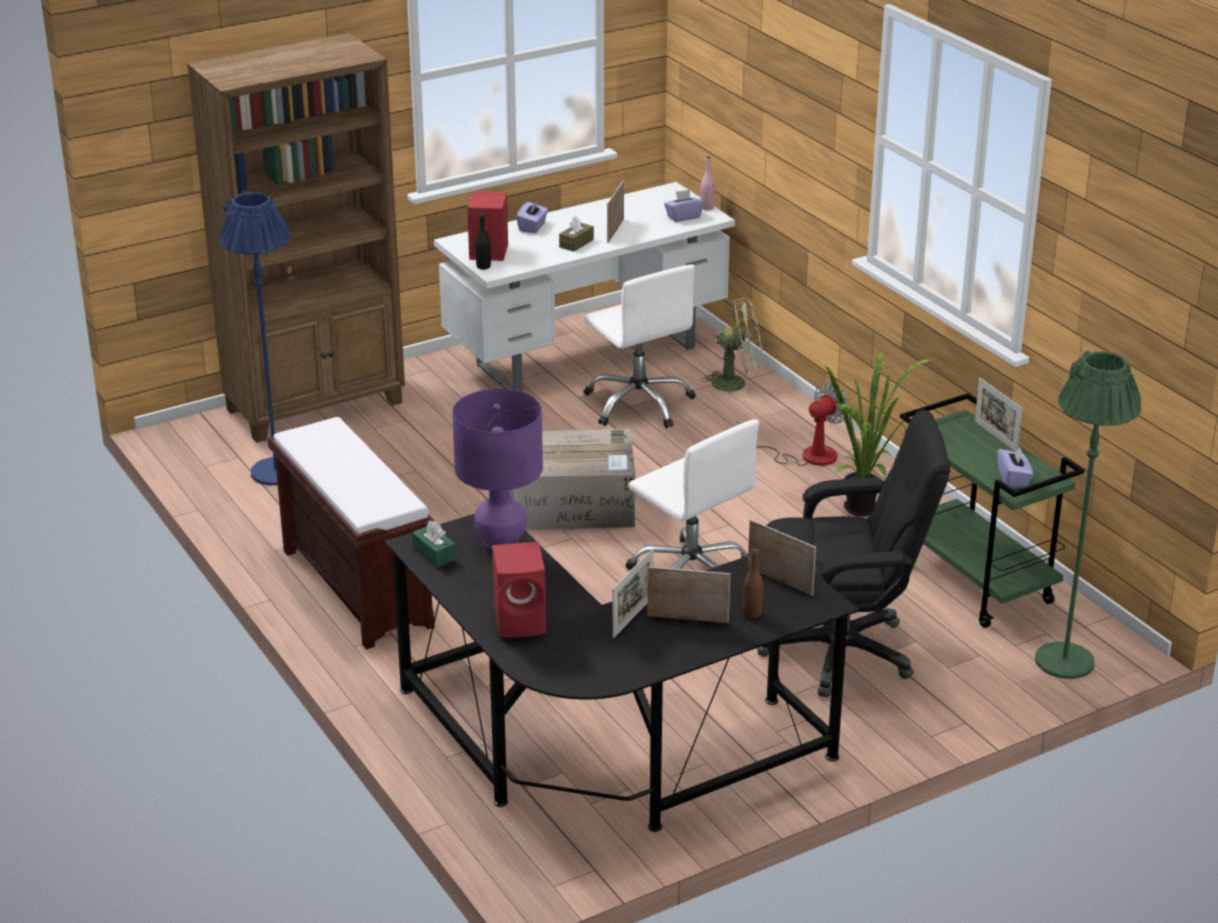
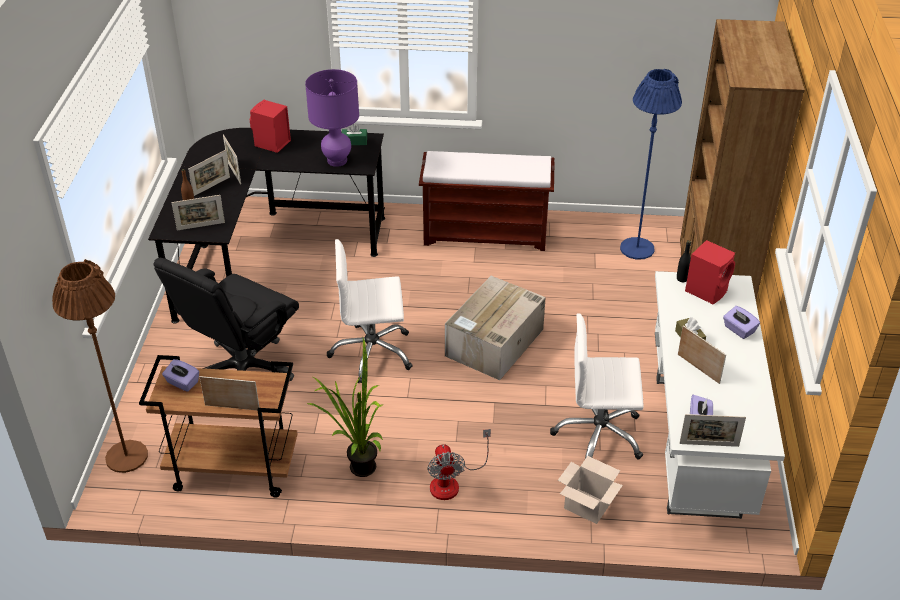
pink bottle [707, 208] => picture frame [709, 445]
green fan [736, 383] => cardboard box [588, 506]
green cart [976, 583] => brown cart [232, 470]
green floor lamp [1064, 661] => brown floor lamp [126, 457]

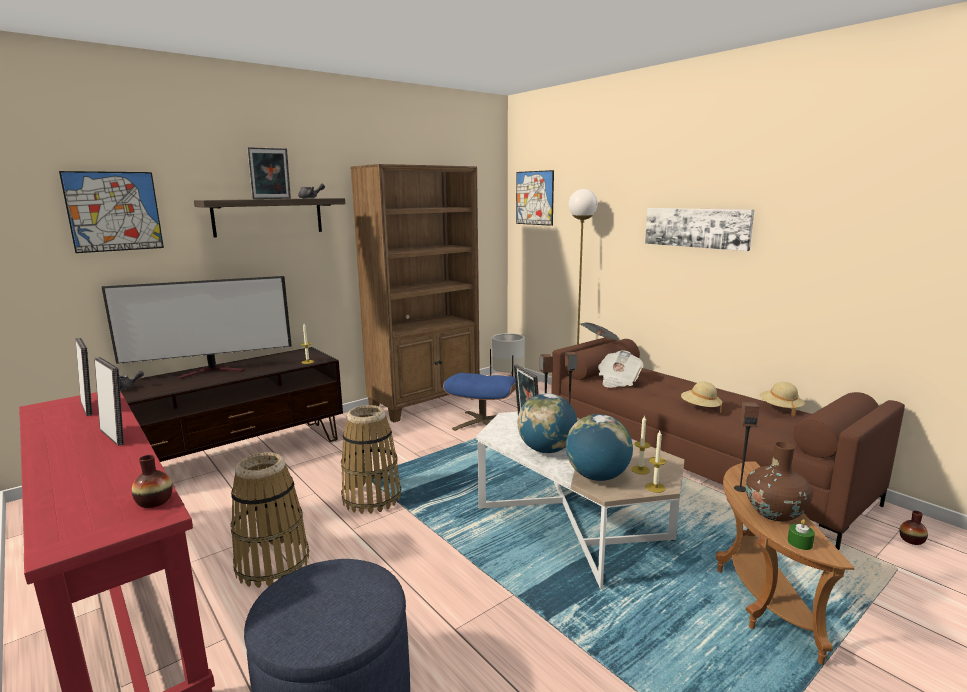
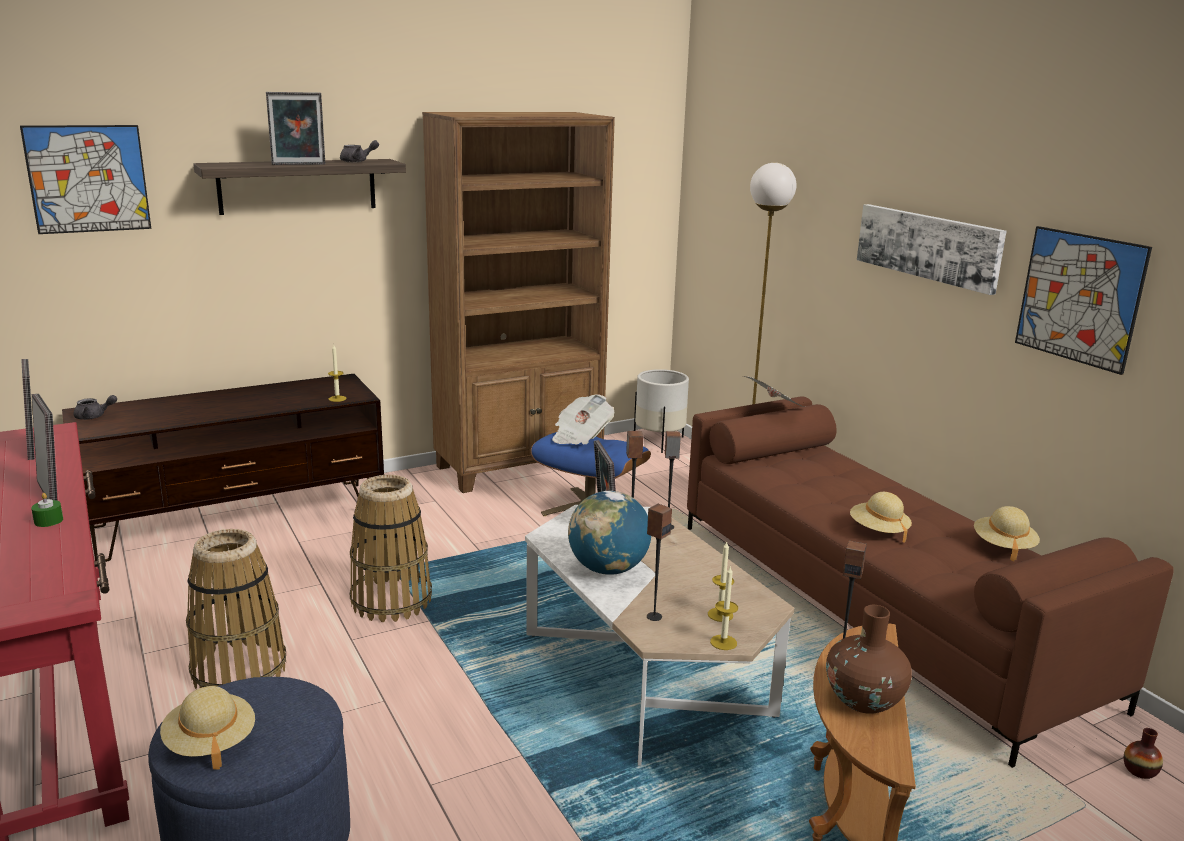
television [214, 371] => nothing
vase [154, 501] => nothing
nothing => beige hat [210, 742]
picture [534, 198] => picture [1079, 298], shifted
newspaper [618, 381] => newspaper [580, 436], shifted
green candle [799, 543] => green candle [48, 521], shifted
globe [597, 476] => speaker [654, 616]

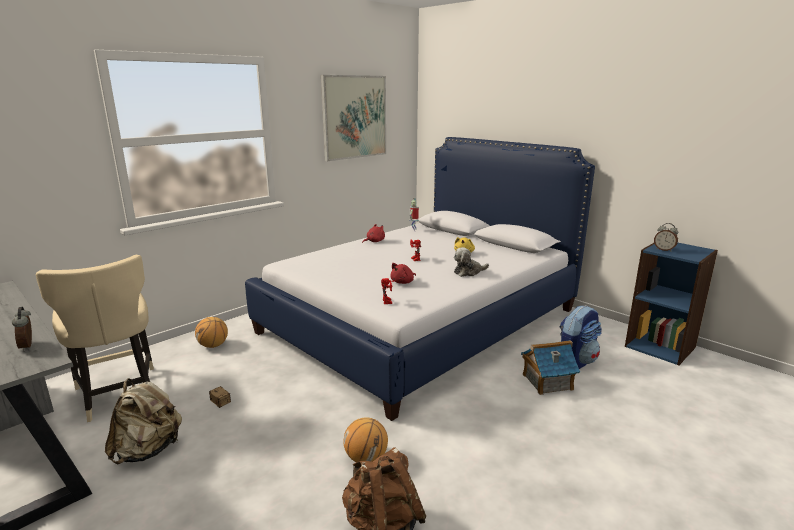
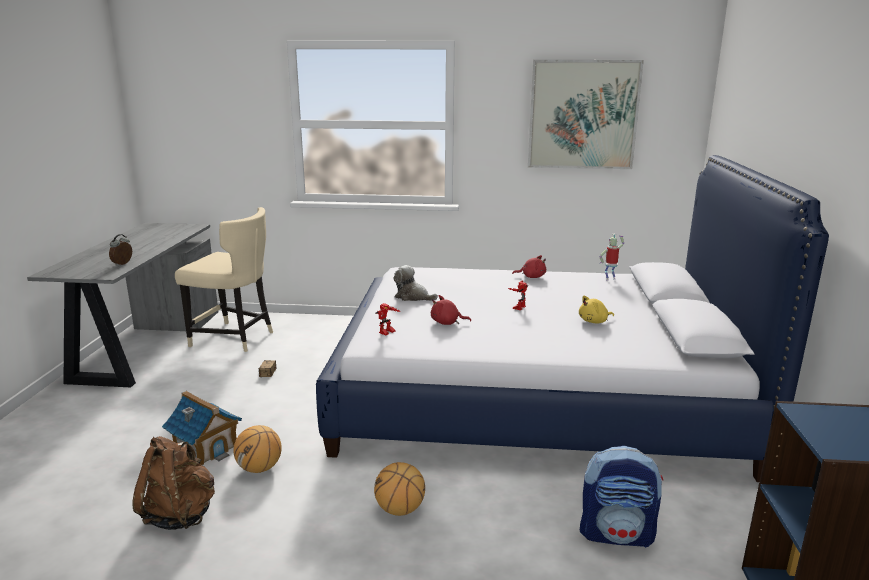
beige backpack [148, 450] => nothing
alarm clock [664, 250] => nothing
basketball [213, 346] => basketball [400, 509], shifted
plush toy [468, 272] => plush toy [413, 297], shifted
toy house [547, 382] => toy house [206, 447], shifted
beige chair [118, 395] => beige chair [234, 338], 90 degrees counterclockwise

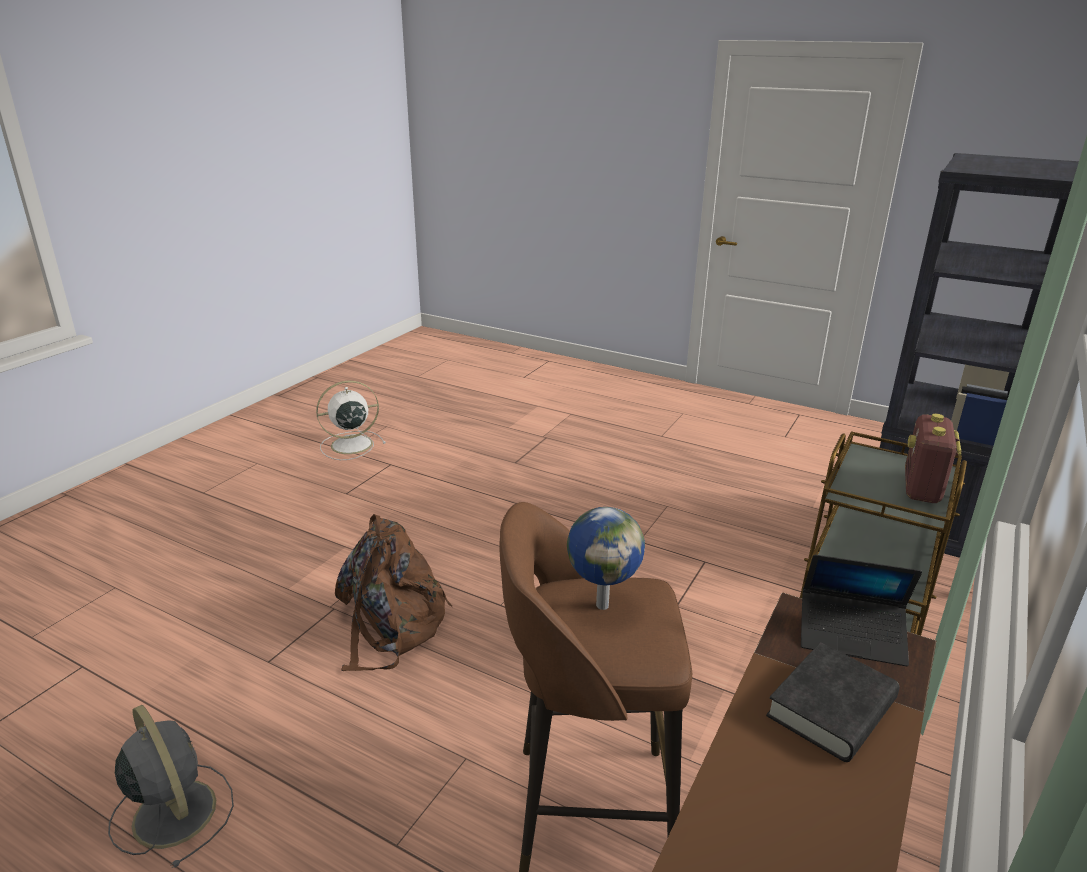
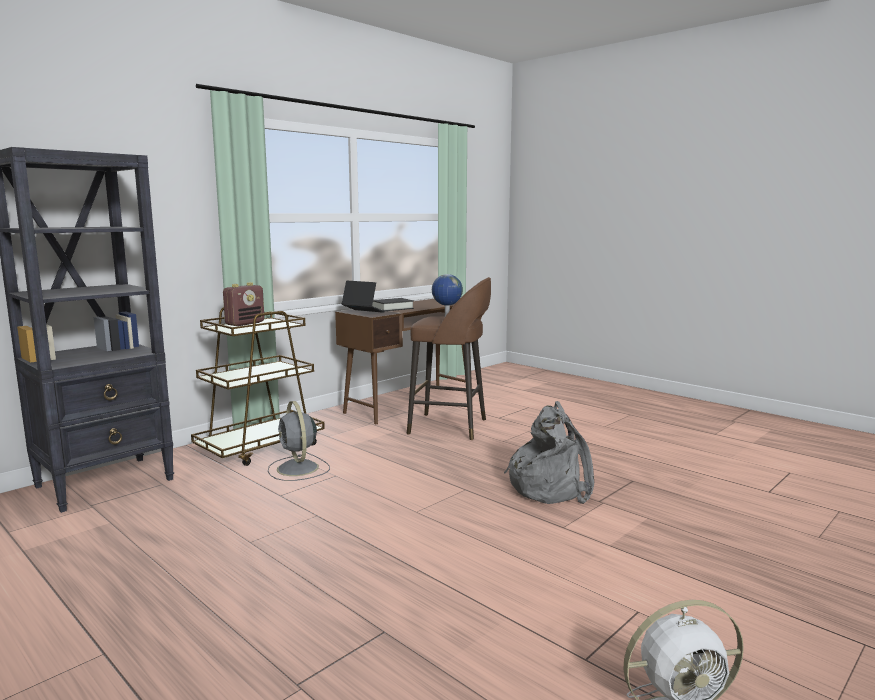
grey fan [173, 811] => grey fan [298, 469], shifted
brown backpack [391, 626] => grey backpack [550, 487]

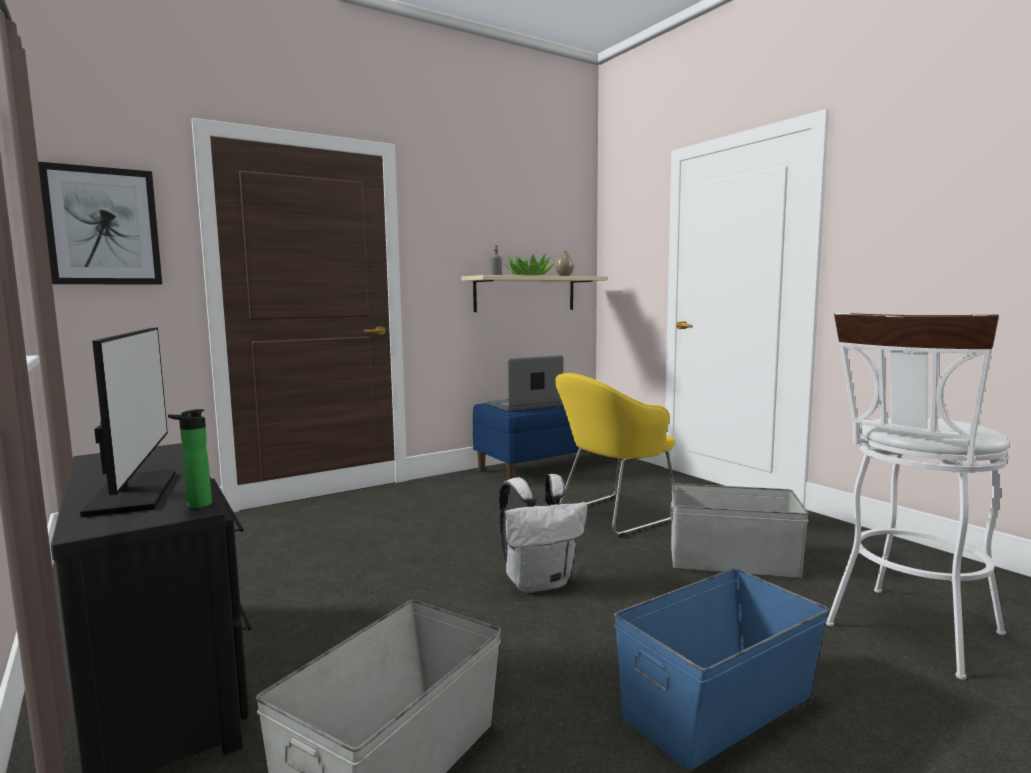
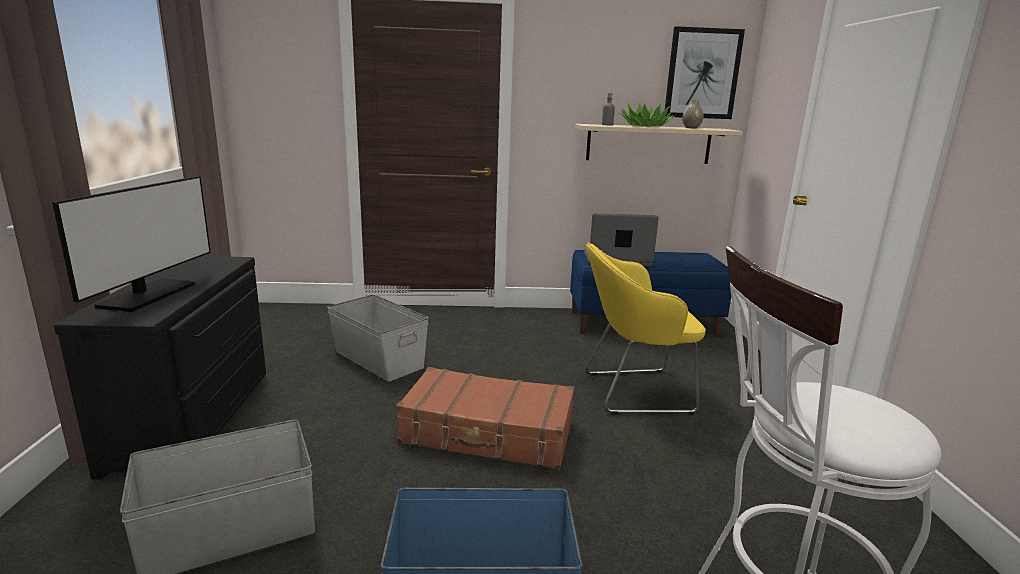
bottle [195, 505] => nothing
picture [103, 226] => picture [702, 74], shifted
grey storage box [733, 561] => grey storage box [378, 359], shifted
white backpack [539, 582] => brown suitcase [488, 434]

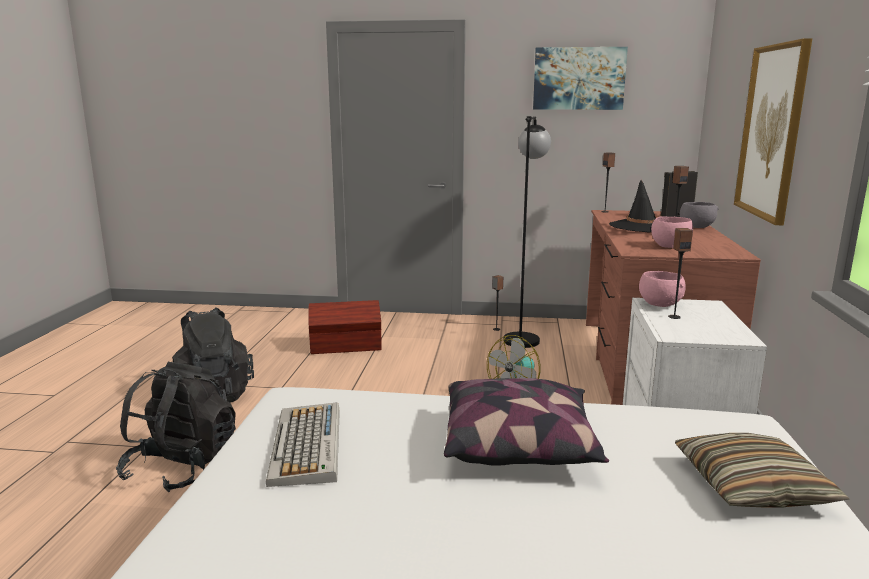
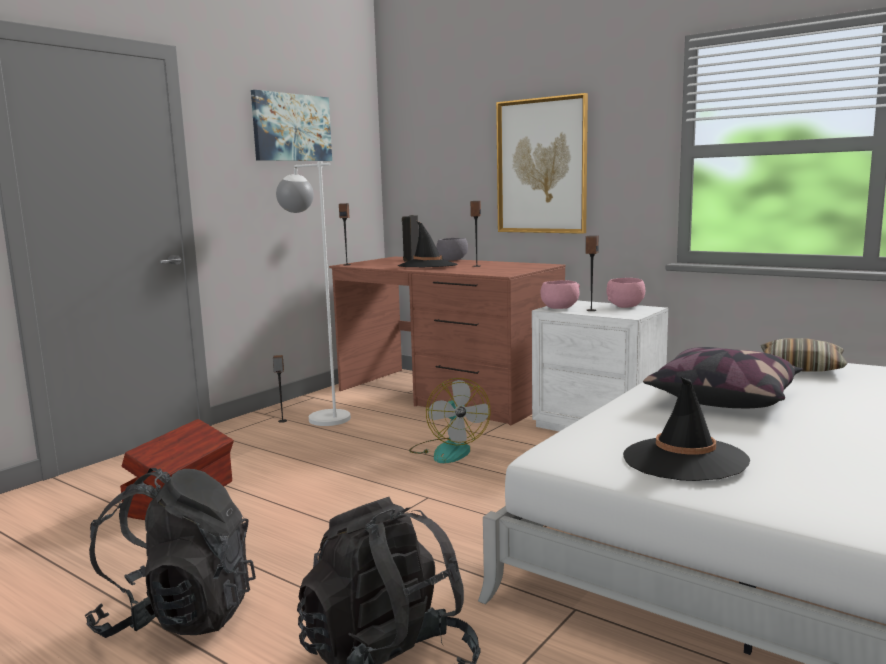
pink bowl [670, 246] => pink bowl [626, 306], shifted
keyboard [307, 445] => black hat [684, 459]
black floor lamp [523, 336] => white floor lamp [320, 416]

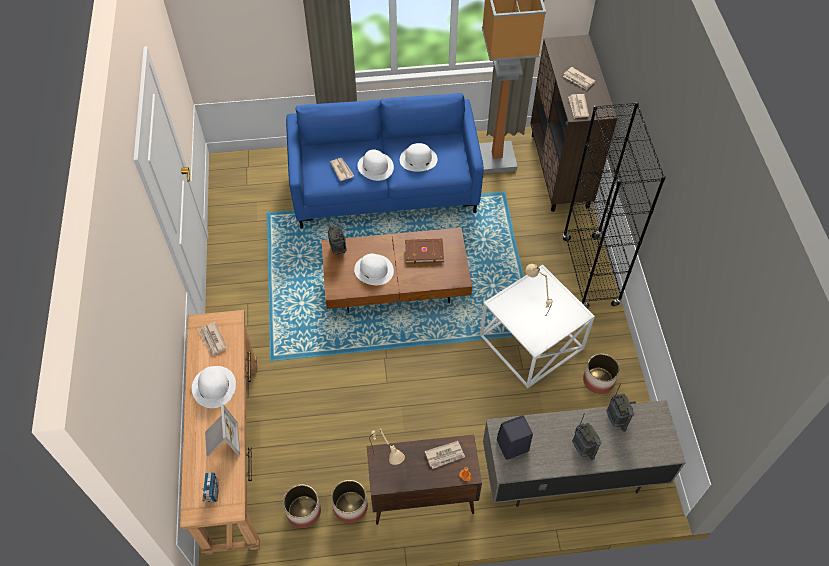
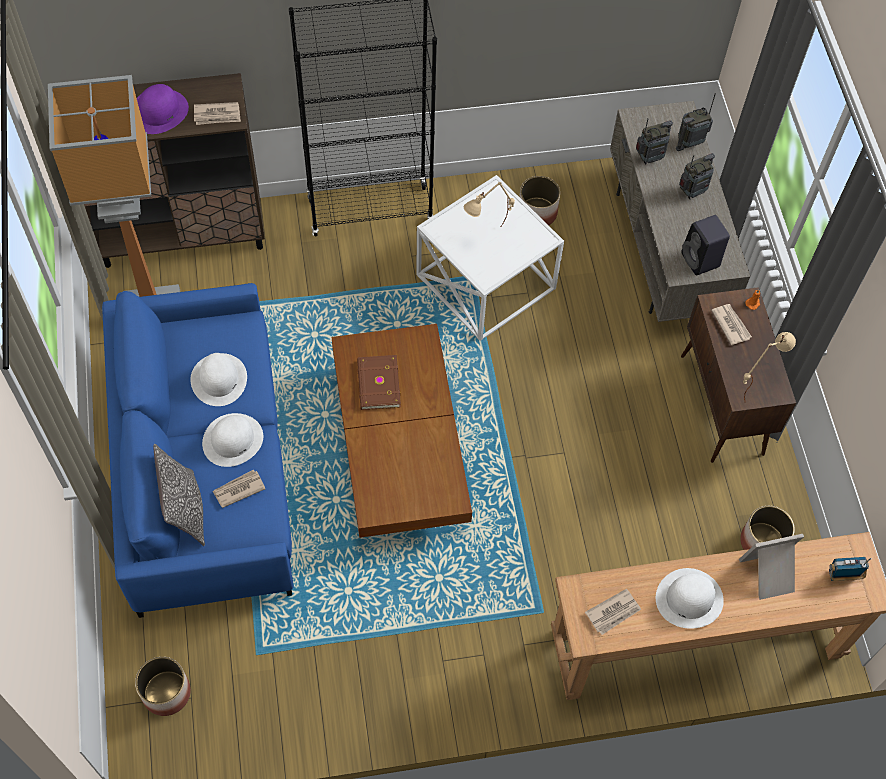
white hat [374, 270] => nothing
nothing => pillow [186, 510]
radio [338, 250] => radio [690, 143], shifted
planter [350, 506] => planter [166, 692], shifted
newspaper [578, 80] => purple hat [159, 111]

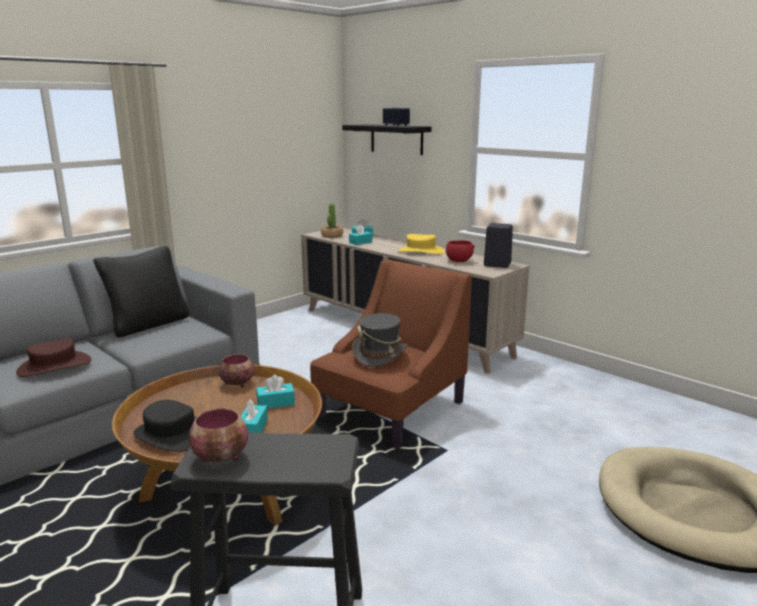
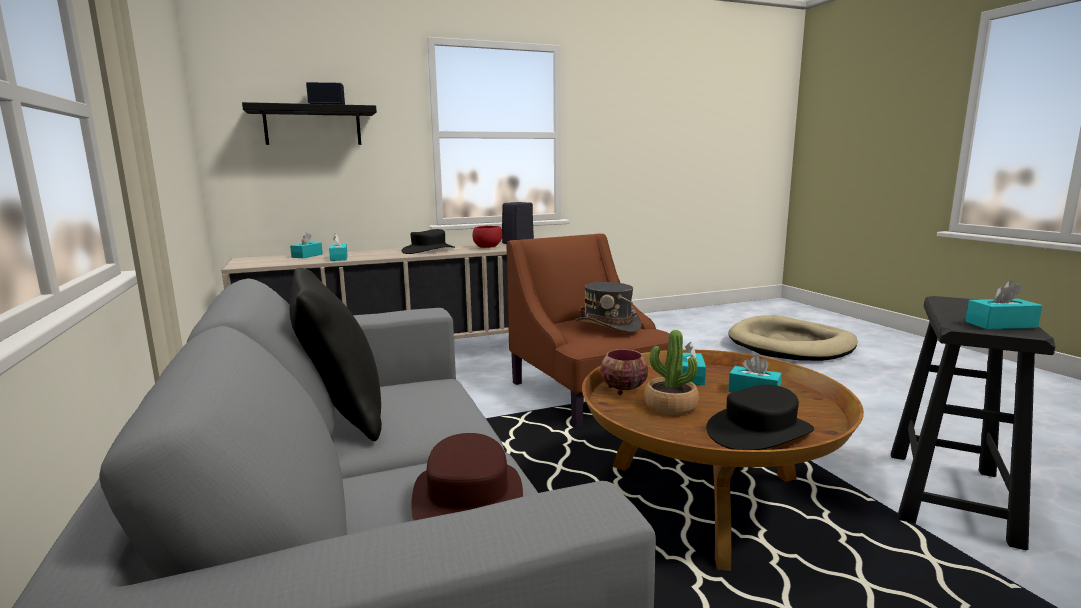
potted plant [332, 236] => potted plant [670, 406], shifted
bowl [222, 457] => turquoise tissue box [1000, 325]
yellow hat [421, 251] => black hat [428, 250]

